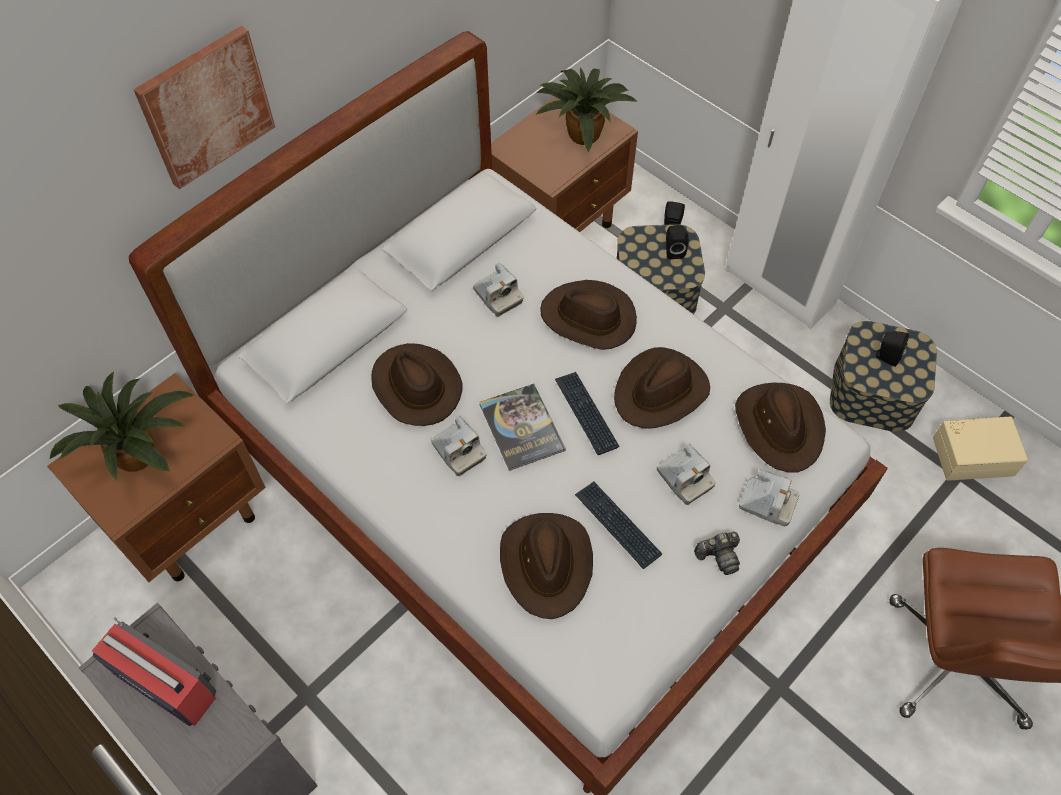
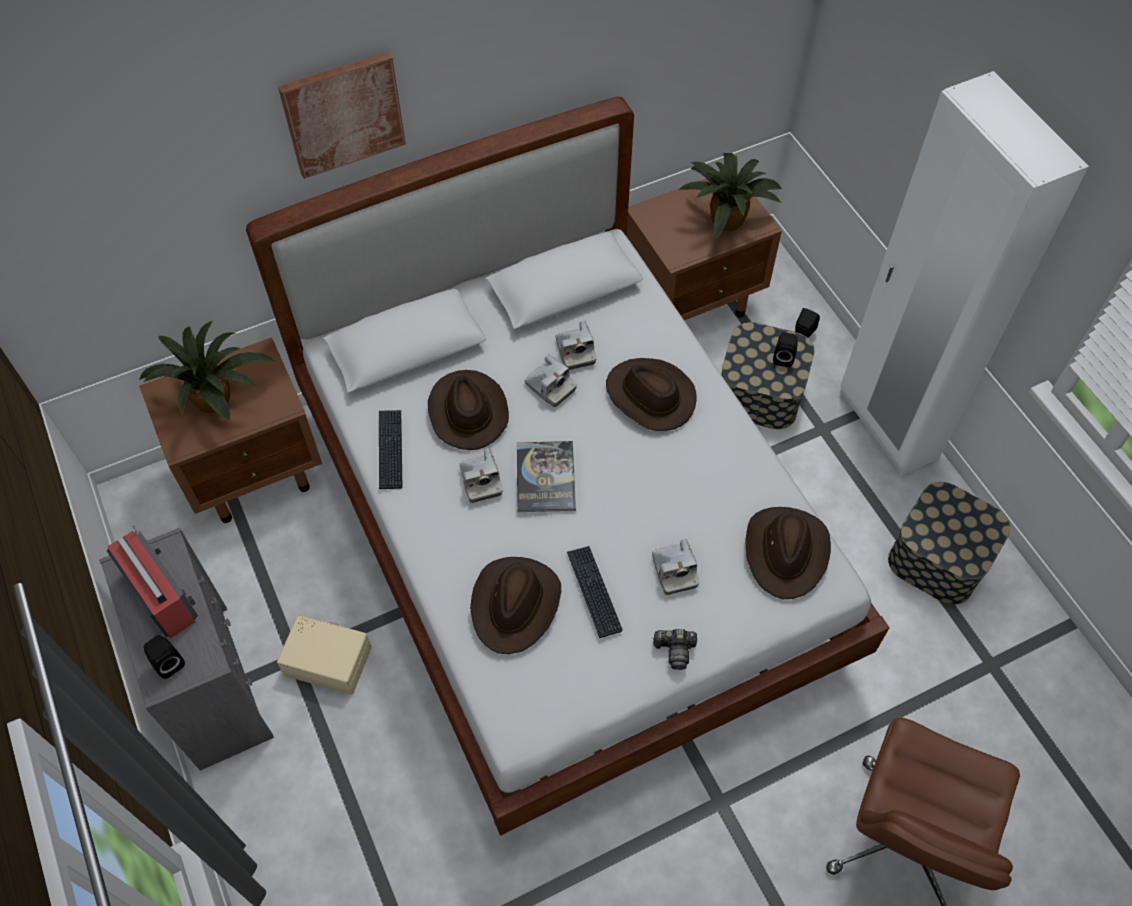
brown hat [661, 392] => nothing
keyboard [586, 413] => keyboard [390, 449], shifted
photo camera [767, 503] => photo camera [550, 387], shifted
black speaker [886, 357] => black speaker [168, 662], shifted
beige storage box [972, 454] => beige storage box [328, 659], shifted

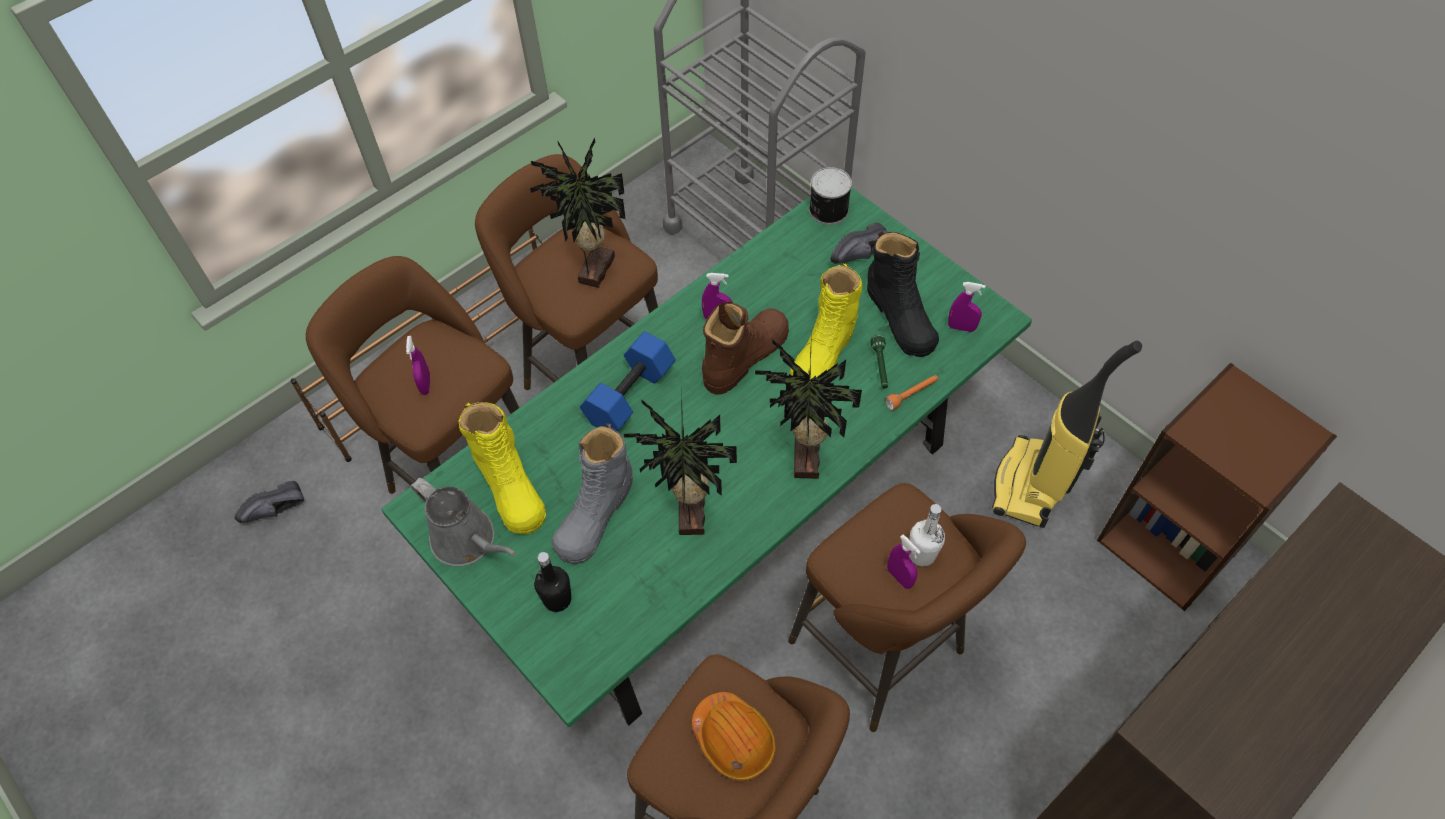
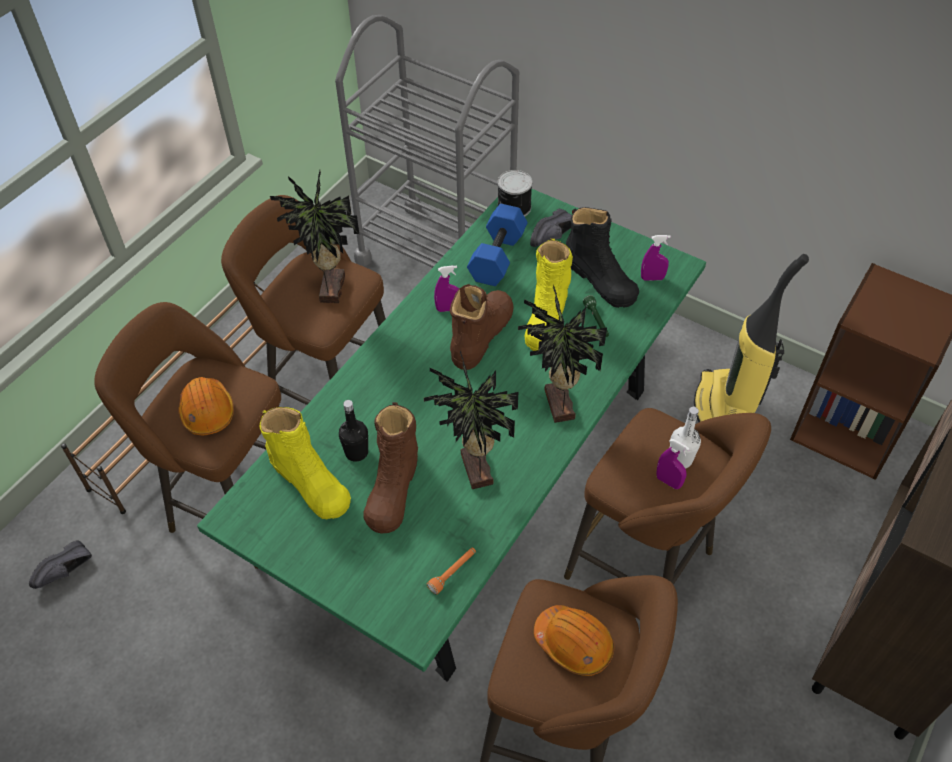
grey watering can [467, 541] => nothing
black bottle [557, 599] => black bottle [356, 452], shifted
blue dumbbell [630, 397] => blue dumbbell [498, 258], shifted
orange flashlight [912, 394] => orange flashlight [453, 572], shifted
purple spray bottle [425, 384] => orange hard hat [207, 411]
grey boot [595, 513] => brown boot [393, 488]

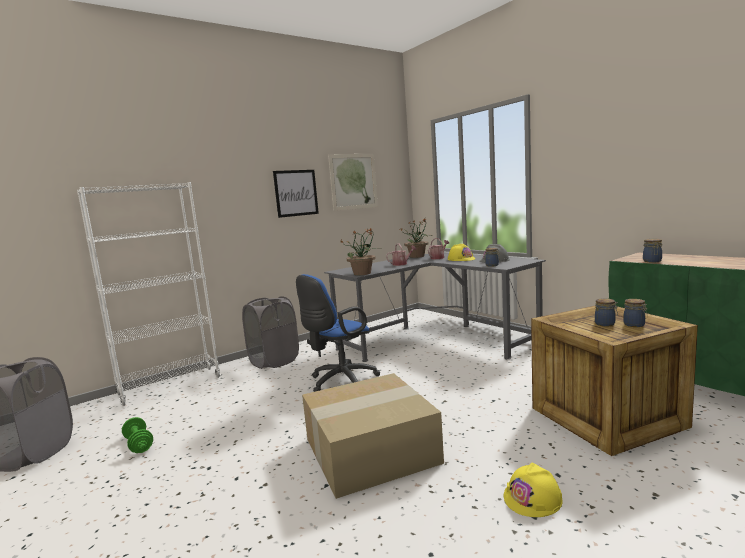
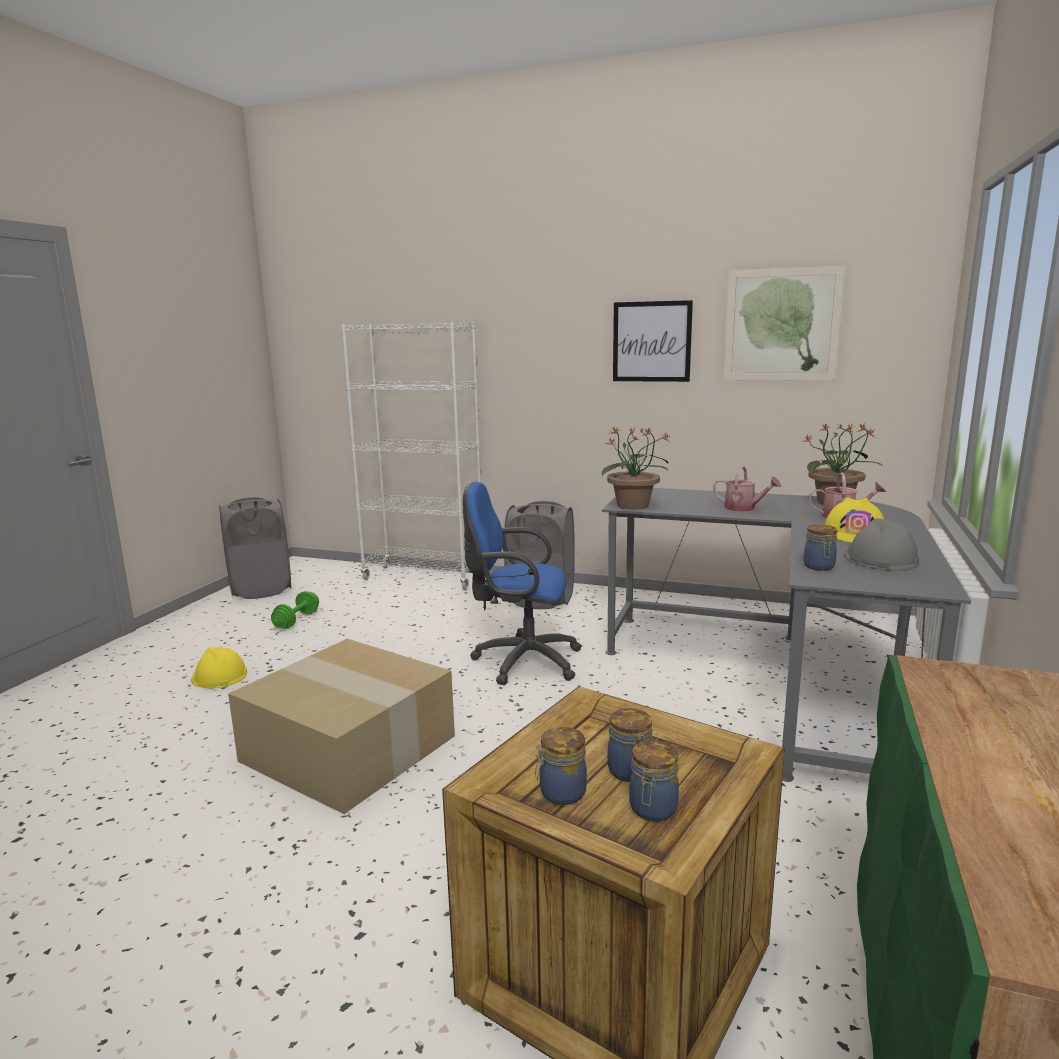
yellow hard hat [533, 498] => yellow hard hat [219, 677], shifted
jar [652, 261] => jar [560, 793], shifted

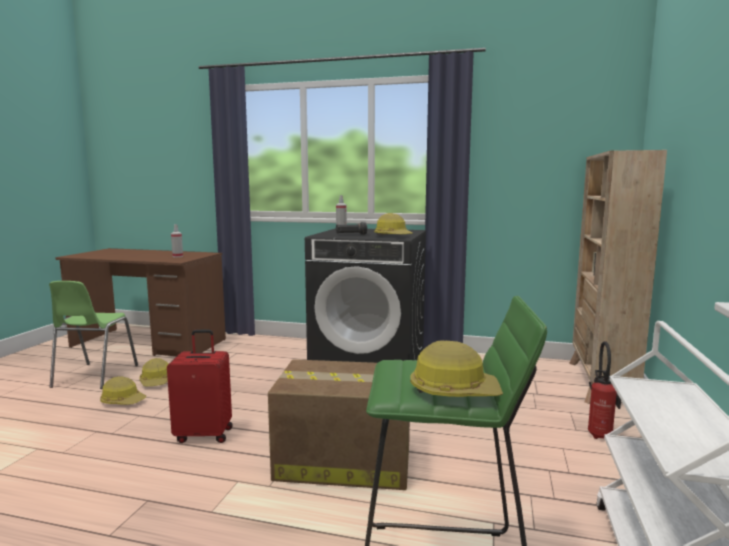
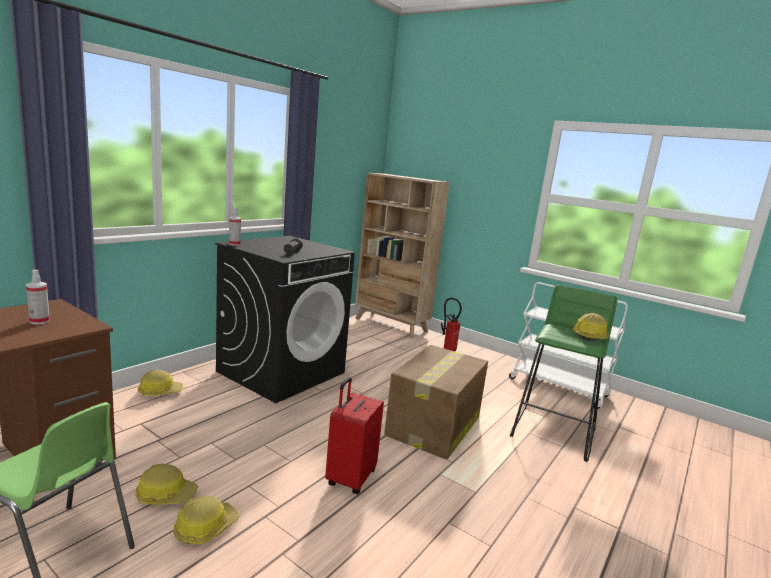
hard hat [393, 236] => hard hat [160, 391], shifted

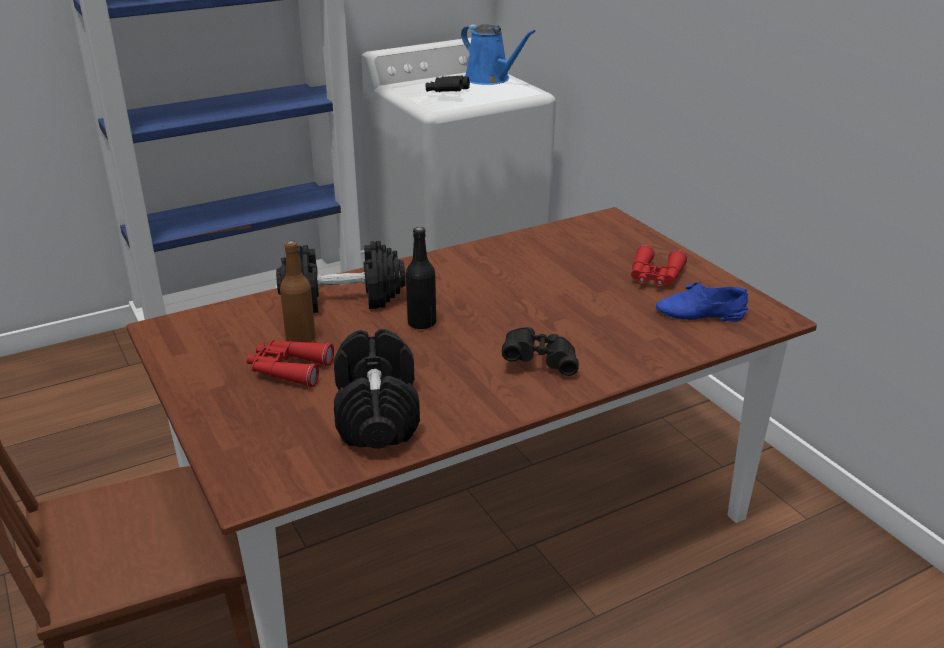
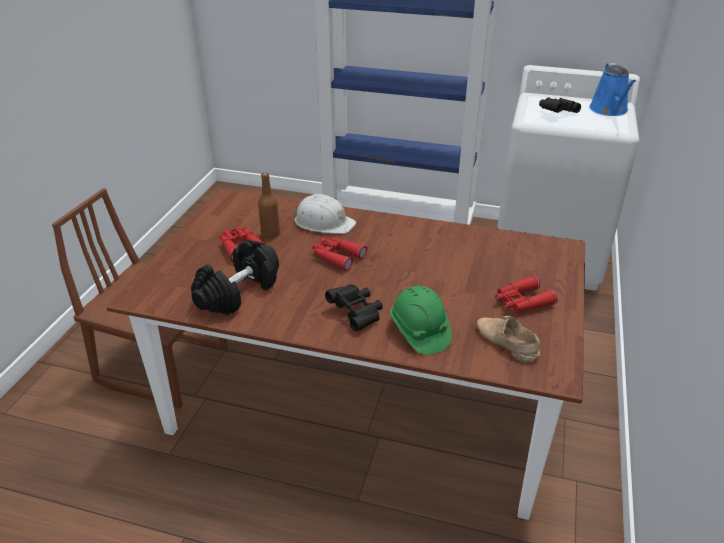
nothing => green hard hat [419, 331]
black dumbbell [343, 298] => white hard hat [324, 222]
black bottle [422, 323] => red binoculars [337, 257]
blue shoe [700, 314] => beige shoe [505, 342]

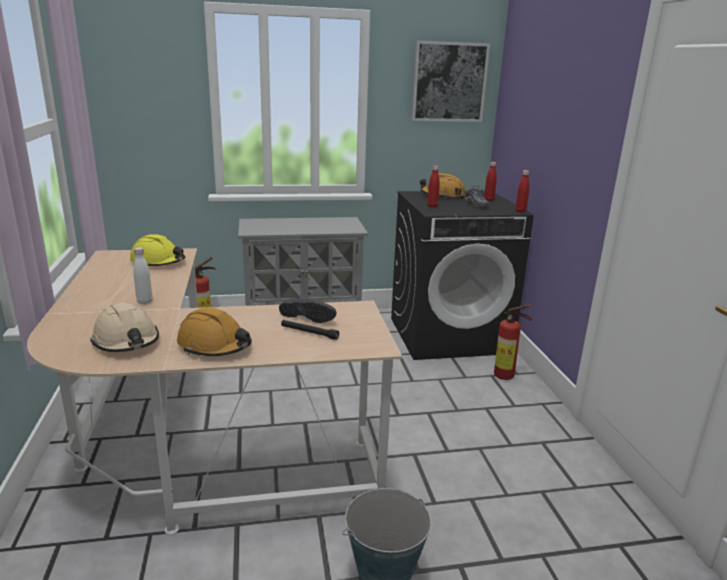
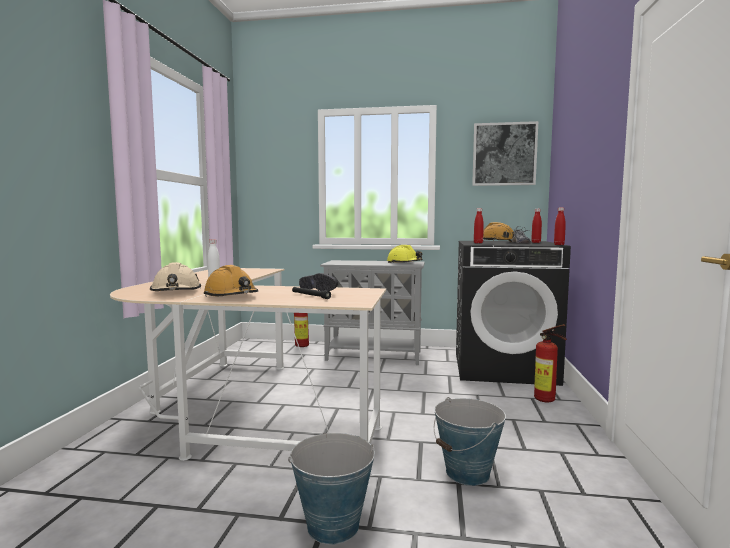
nothing => bucket [467, 473]
yellow hard hat [158, 262] => yellow hard hat [404, 263], shifted

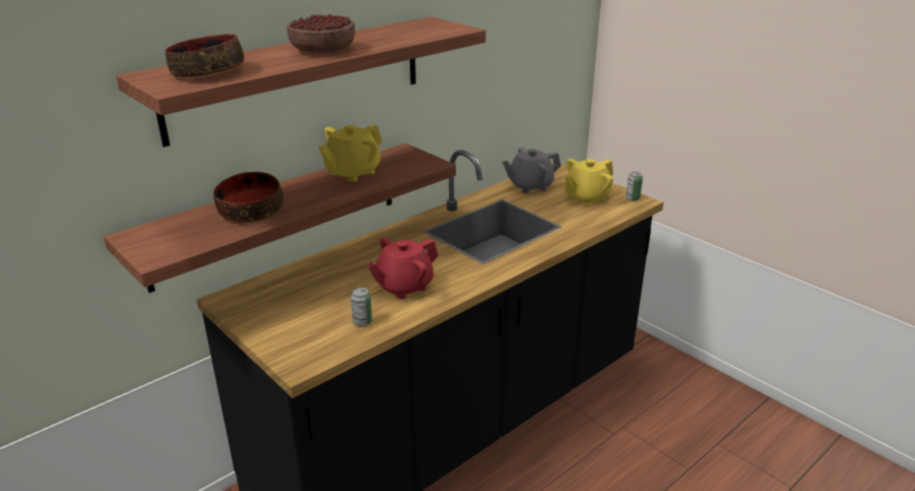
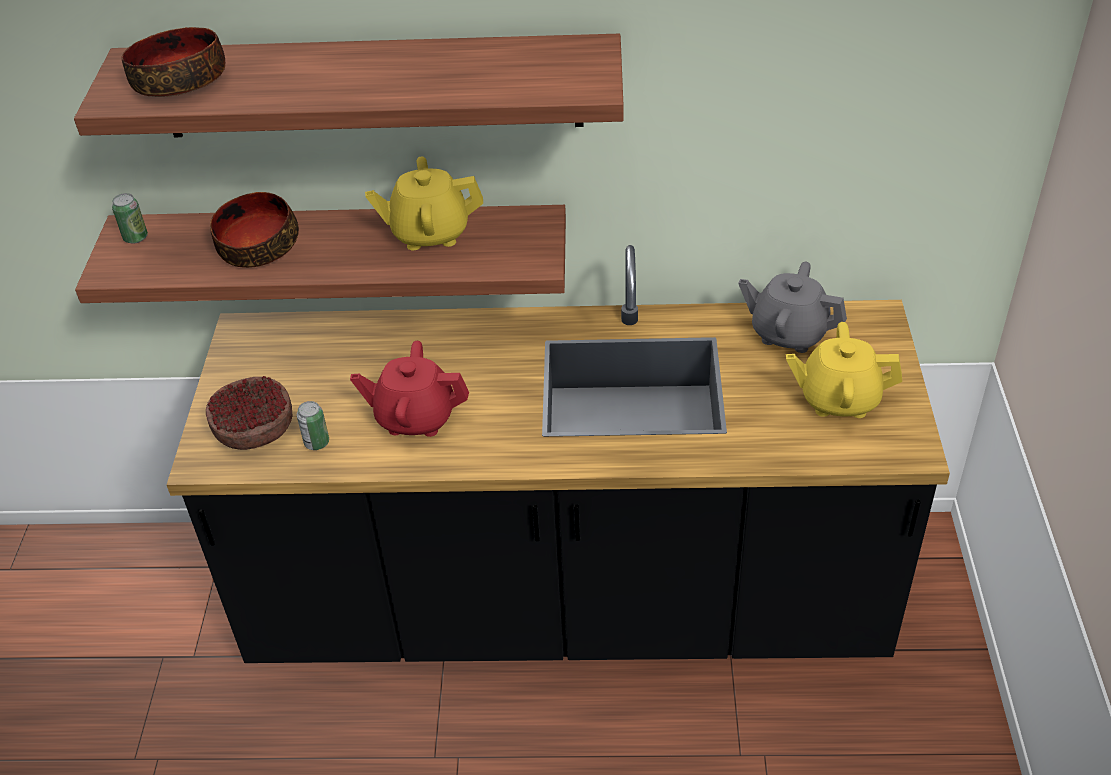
bowl [322, 50] => bowl [253, 429], shifted
can [632, 198] => can [135, 237], shifted

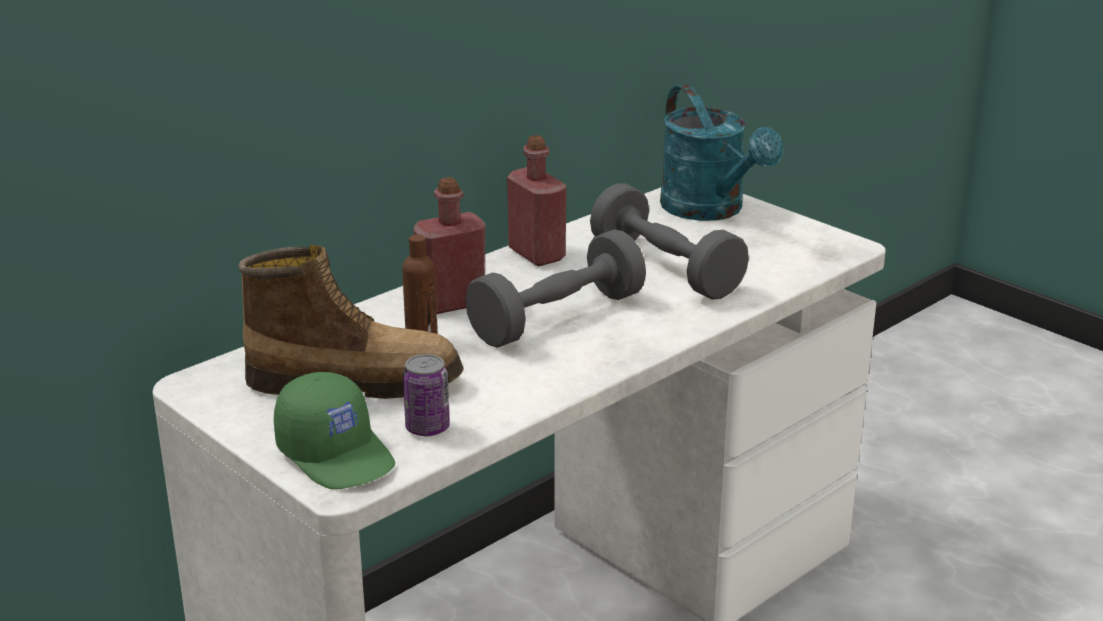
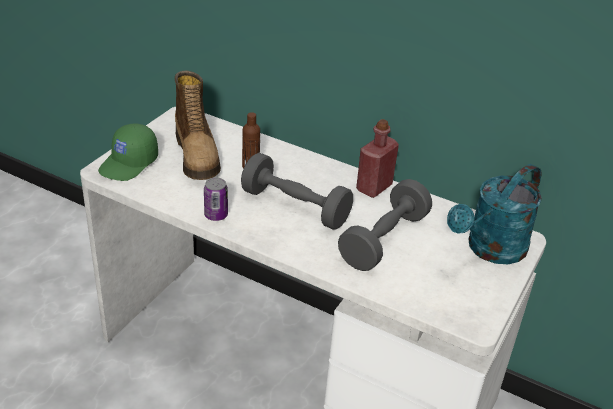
red bottle [452, 303] => nothing
can [427, 428] => can [216, 215], shifted

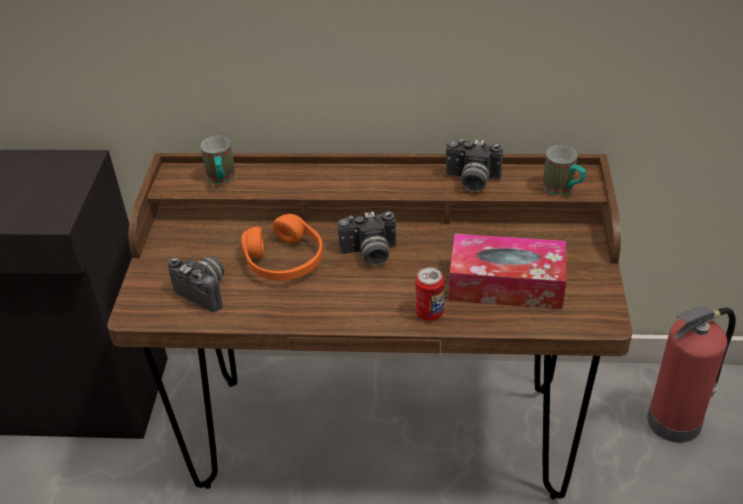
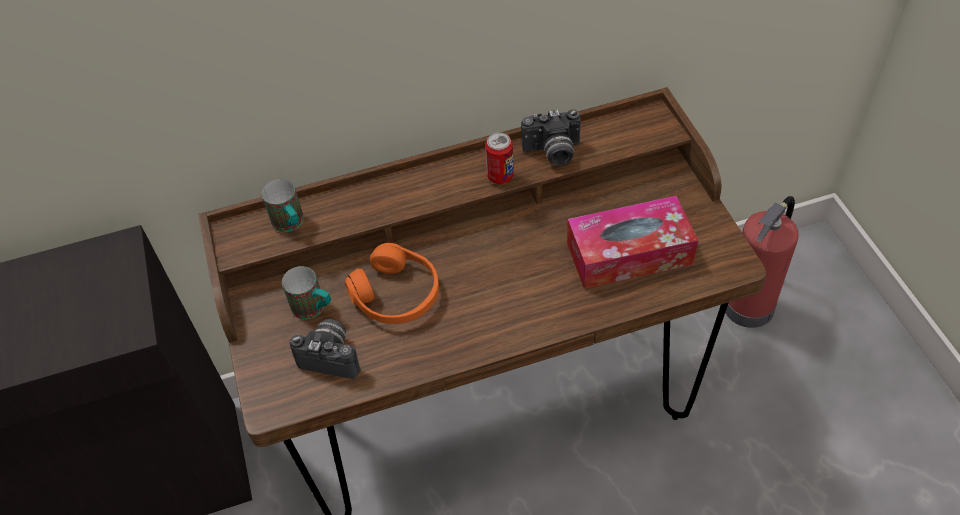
photo camera [369, 254] => nothing
can [429, 313] => can [500, 176], shifted
mug [563, 189] => mug [314, 309], shifted

